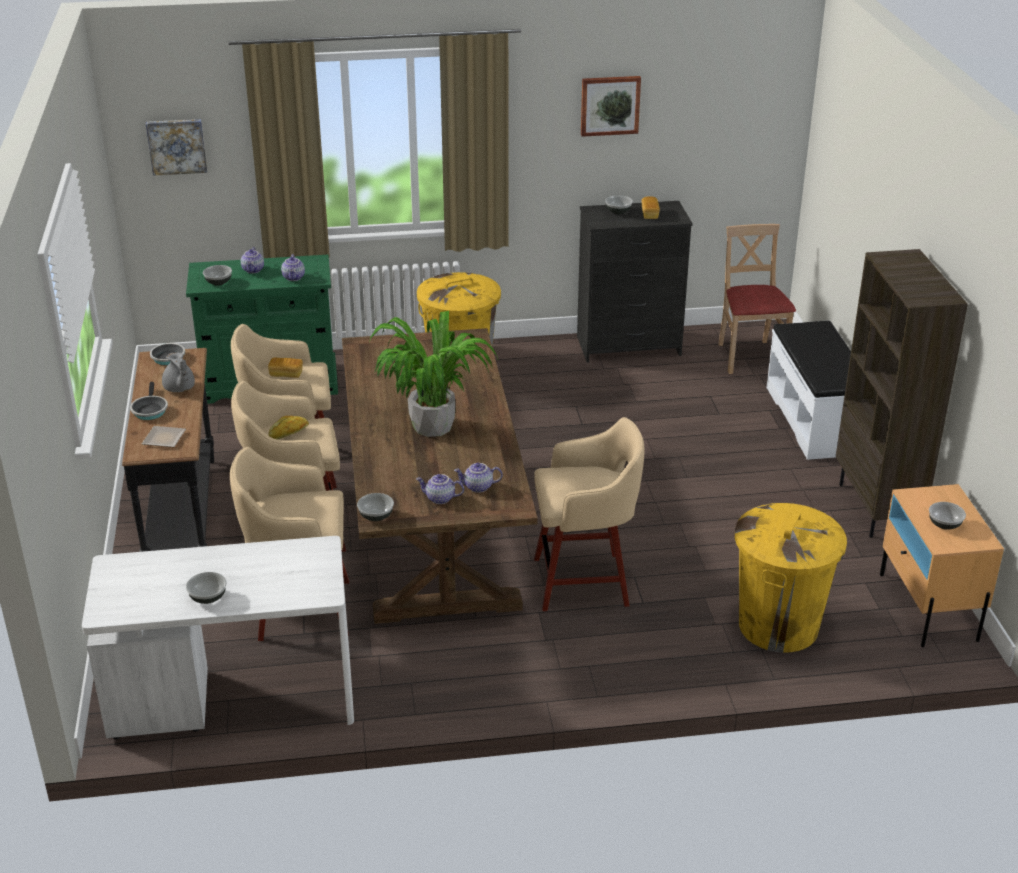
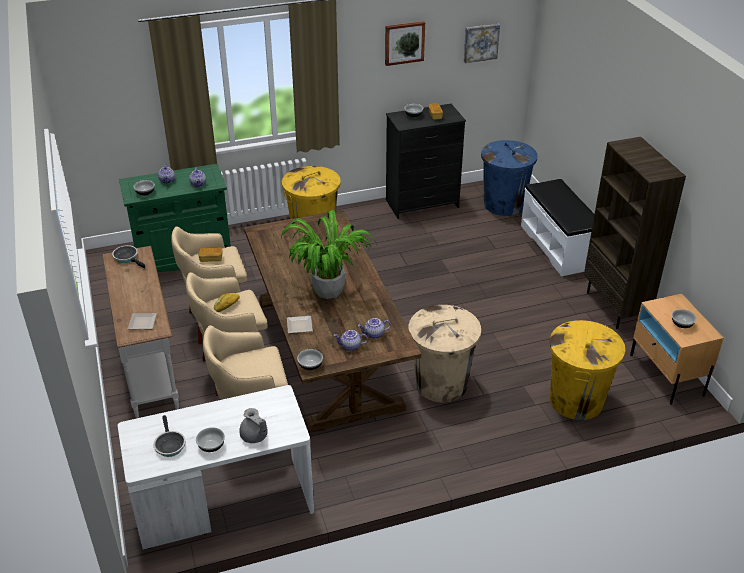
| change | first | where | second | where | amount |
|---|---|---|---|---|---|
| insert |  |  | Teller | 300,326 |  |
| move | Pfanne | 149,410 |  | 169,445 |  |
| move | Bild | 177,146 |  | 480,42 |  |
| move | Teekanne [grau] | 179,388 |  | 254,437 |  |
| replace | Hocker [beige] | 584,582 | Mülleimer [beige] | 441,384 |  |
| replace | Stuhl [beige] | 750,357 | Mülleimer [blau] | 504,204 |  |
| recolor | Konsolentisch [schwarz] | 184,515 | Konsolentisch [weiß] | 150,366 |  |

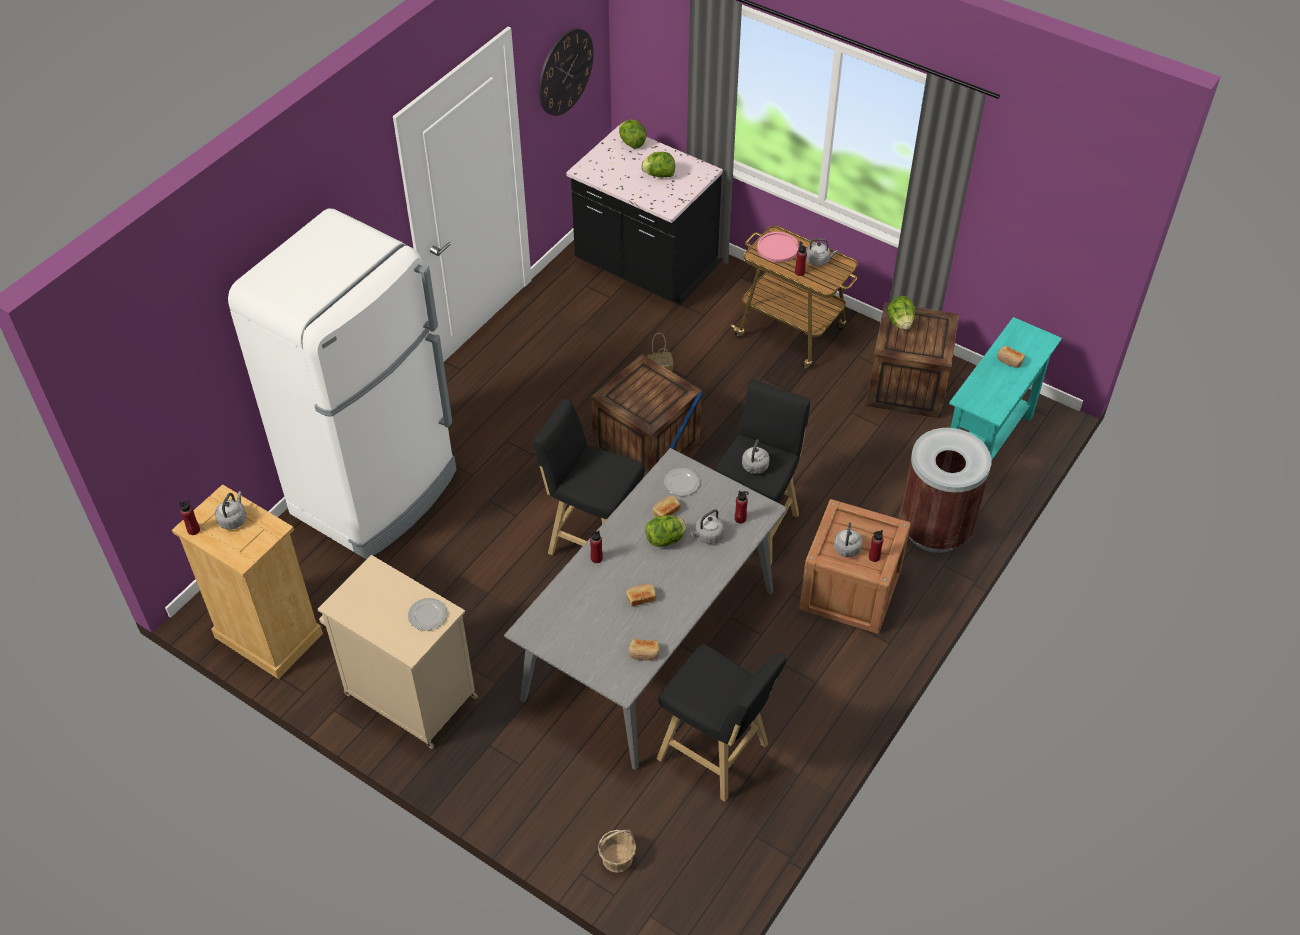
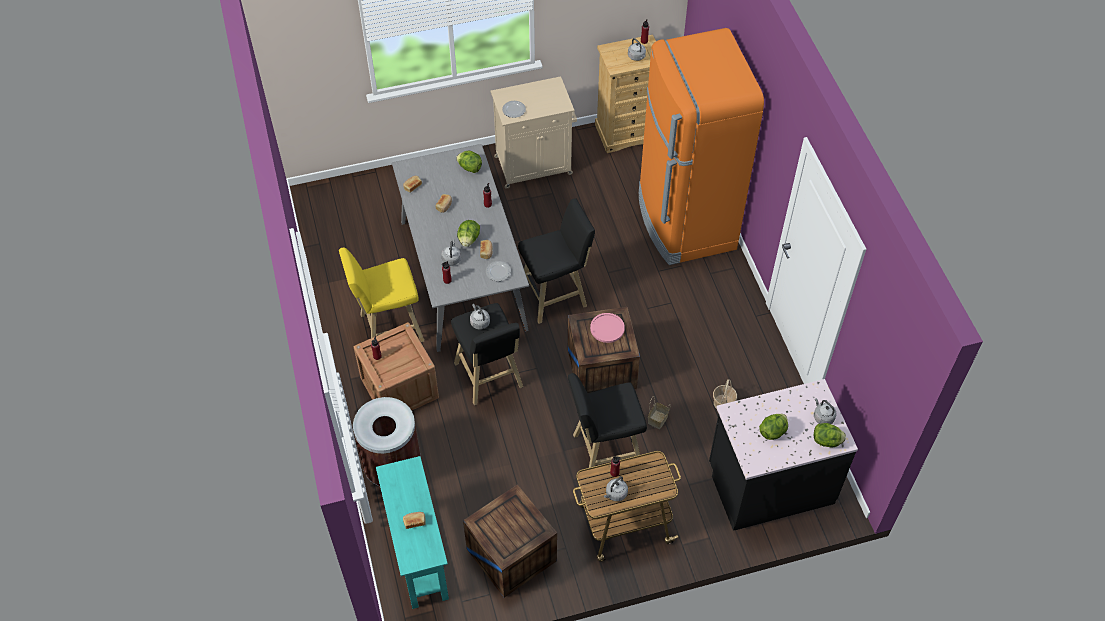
| change | first | where | second | where | amount |
|---|---|---|---|---|---|
| delete | Wanduhr | 565,72 |  |  |  |
| insert |  |  | Hocker [gelb] | 388,328 |  |
| move | Korb | 617,858 |  | 723,403 |  |
| move | Hocker [schwarz] | 717,755 |  | 603,452 |  |
| move | Teller [rosa] | 777,248 |  | 607,328 |  |
| move | Wasserkessel [grau] | 846,550 |  | 822,417 |  |
| move | Salatkopf | 900,322 |  | 469,167 |  |
| recolor | Kühlschrank [weiß] | 376,493 | Kühlschrank [orange] | 685,222 |  |

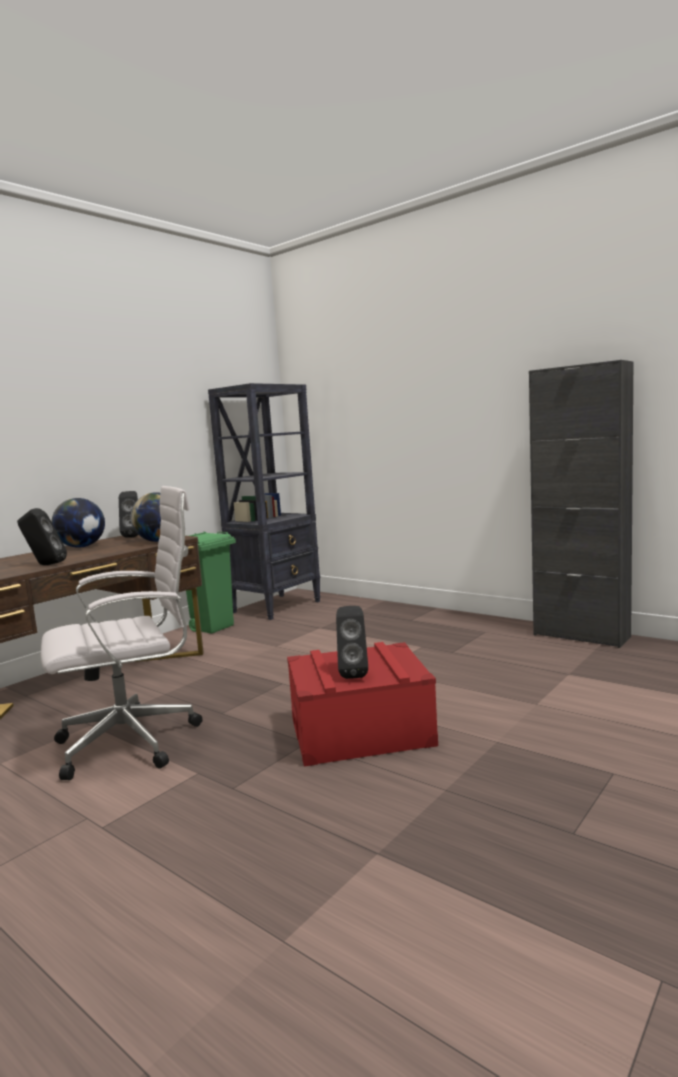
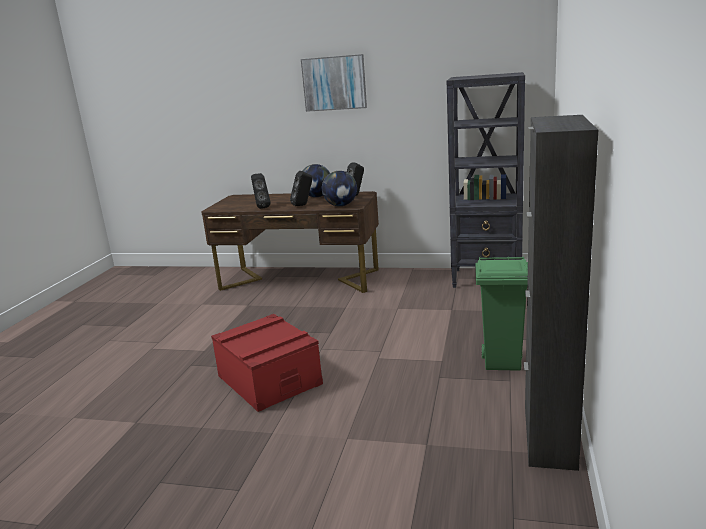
| change | first | where | second | where | amount |
|---|---|---|---|---|---|
| delete | Bürostuhl [weiß] | 135,741 |  |  |  |
| insert |  |  | Bild | 334,83 |  |
| move | Mülleimer [grün] | 213,627 |  | 503,363 |  |
| move | Lautsprecher [schwarz] | 353,673 |  | 303,205 |  |

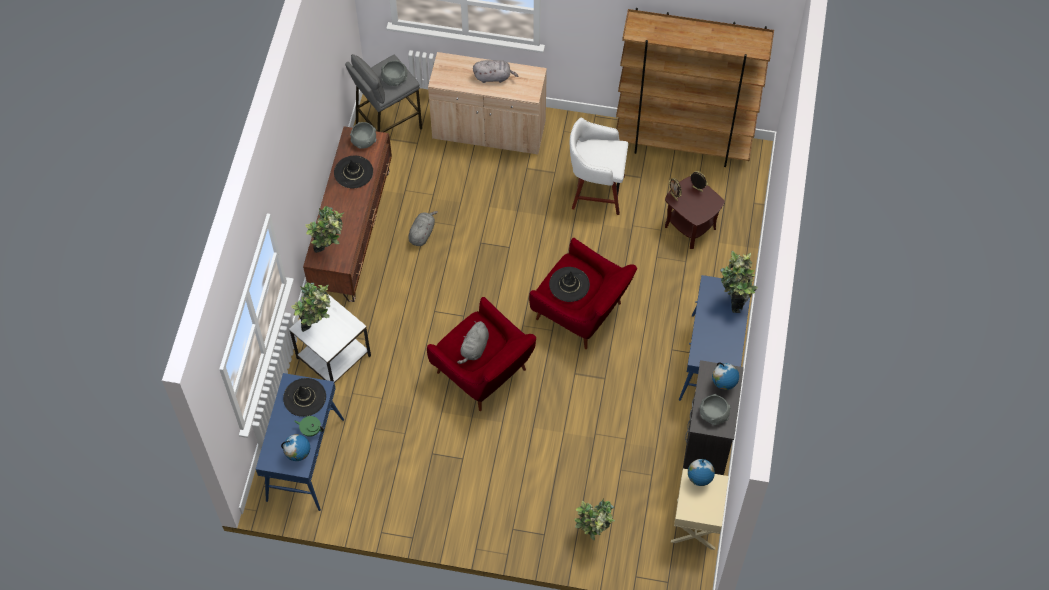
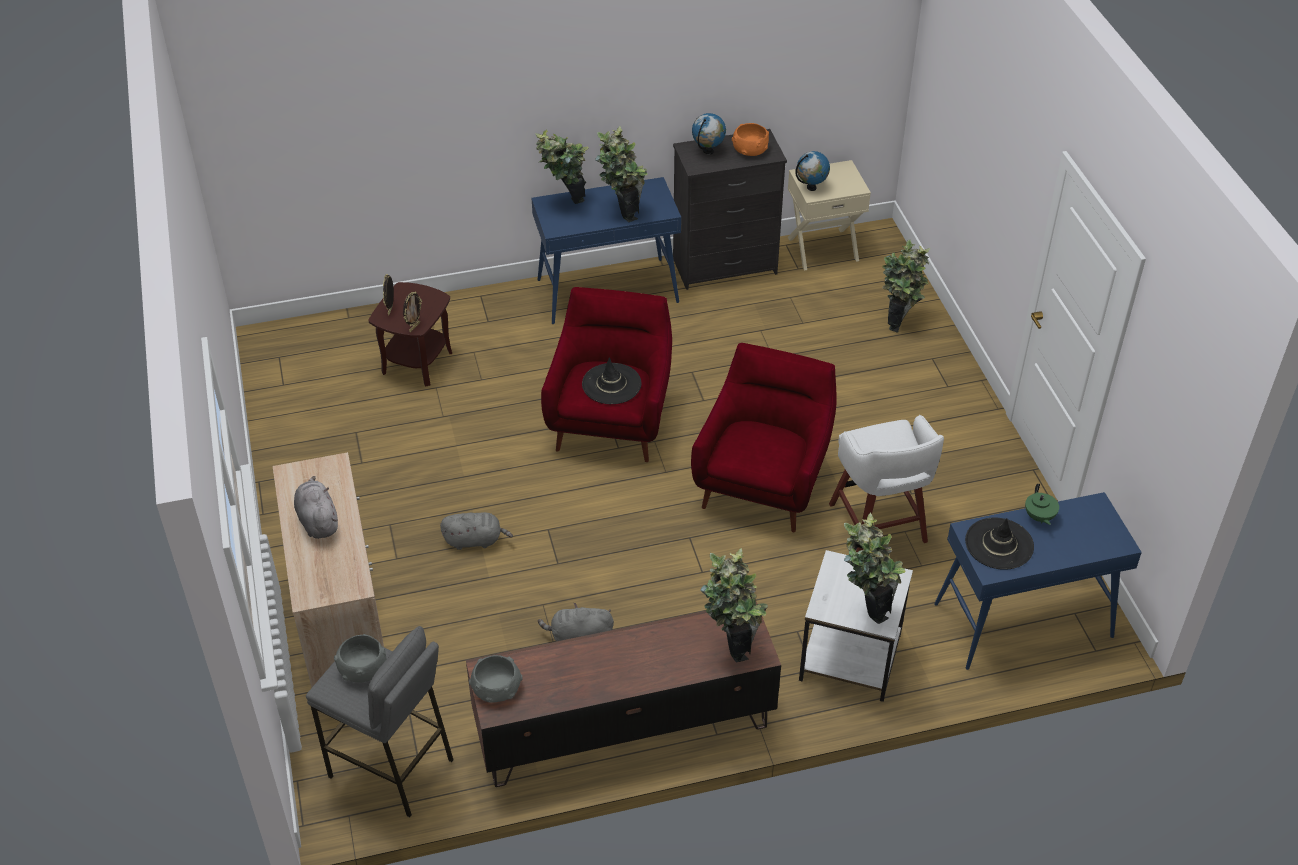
| change | first | where | second | where | amount |
|---|---|---|---|---|---|
| delete | Globus | 299,456 |  |  |  |
| delete | Hut [schwarz] | 353,172 |  |  |  |
| delete | Bücherregal [braun] | 683,145 |  |  |  |
| insert |  |  | Topfpflanze | 621,211 |  |
| move | Plüschtier [grau] | 474,349 |  | 475,540 |  |
| move | Hocker [weiß] | 596,192 |  | 878,525 |  |
| recolor | Schüssel [grau] | 714,413 | Schüssel [orange] | 749,149 |  |

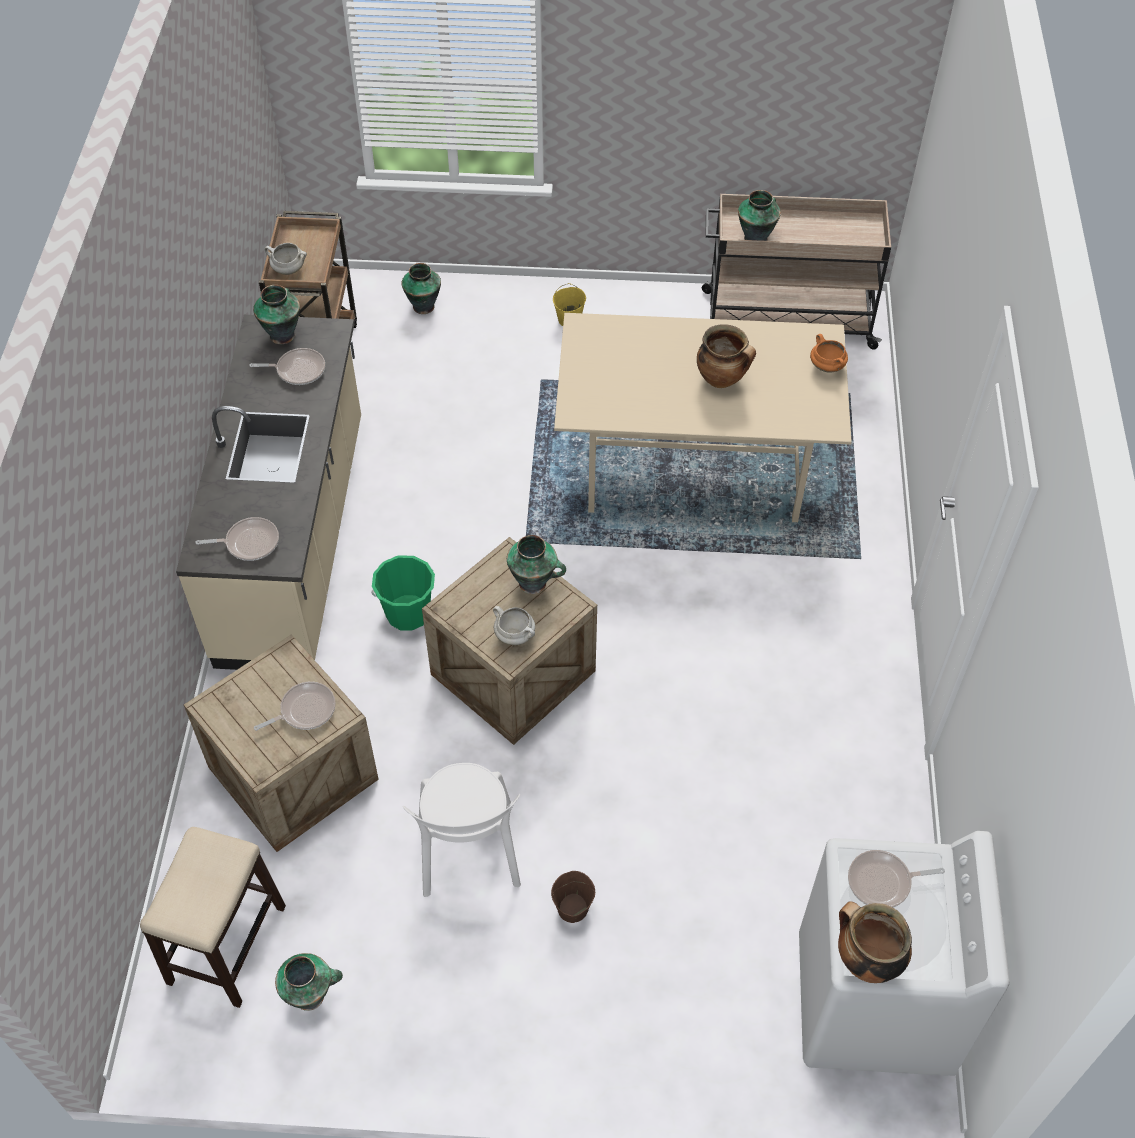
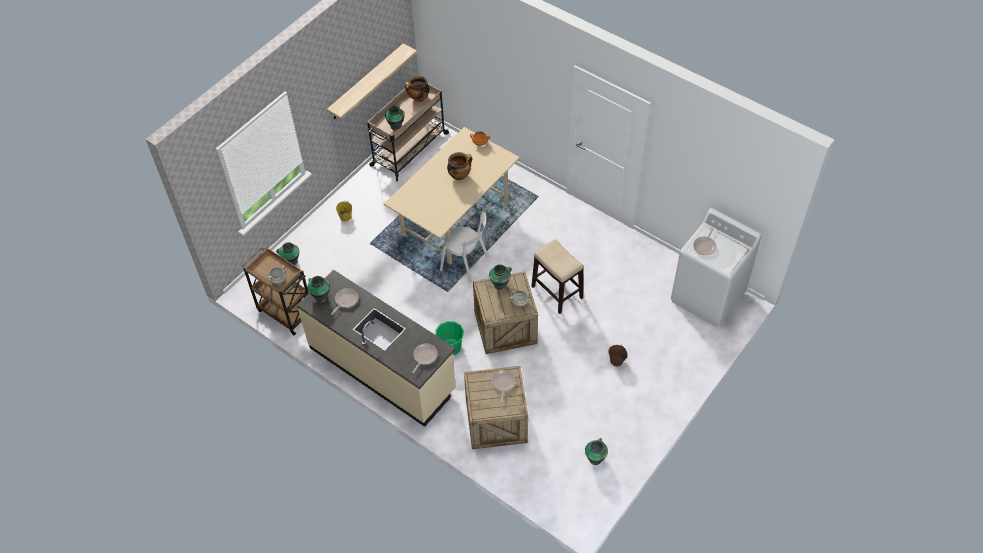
| change | first | where | second | where | amount |
|---|---|---|---|---|---|
| insert |  |  | Wandregal | 366,82 |  |
| move | Hocker | 226,945 |  | 557,292 |  |
| move | Stuhl [weiß] | 469,855 |  | 466,264 |  |
| move | Kochtopf | 866,960 |  | 418,98 |  |

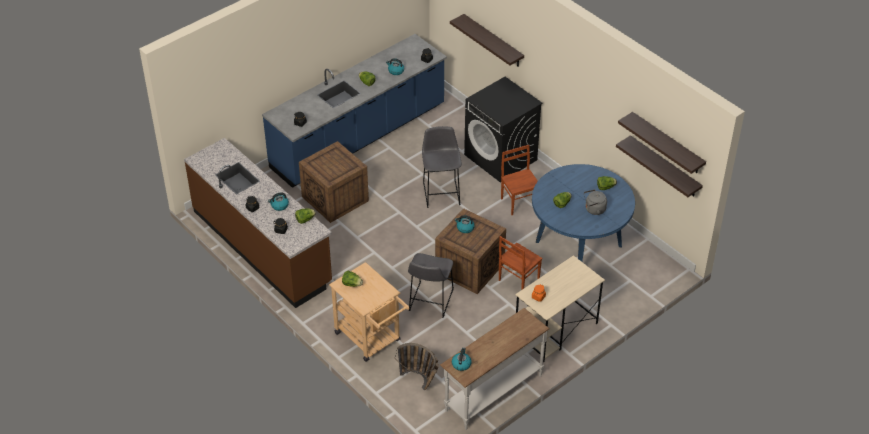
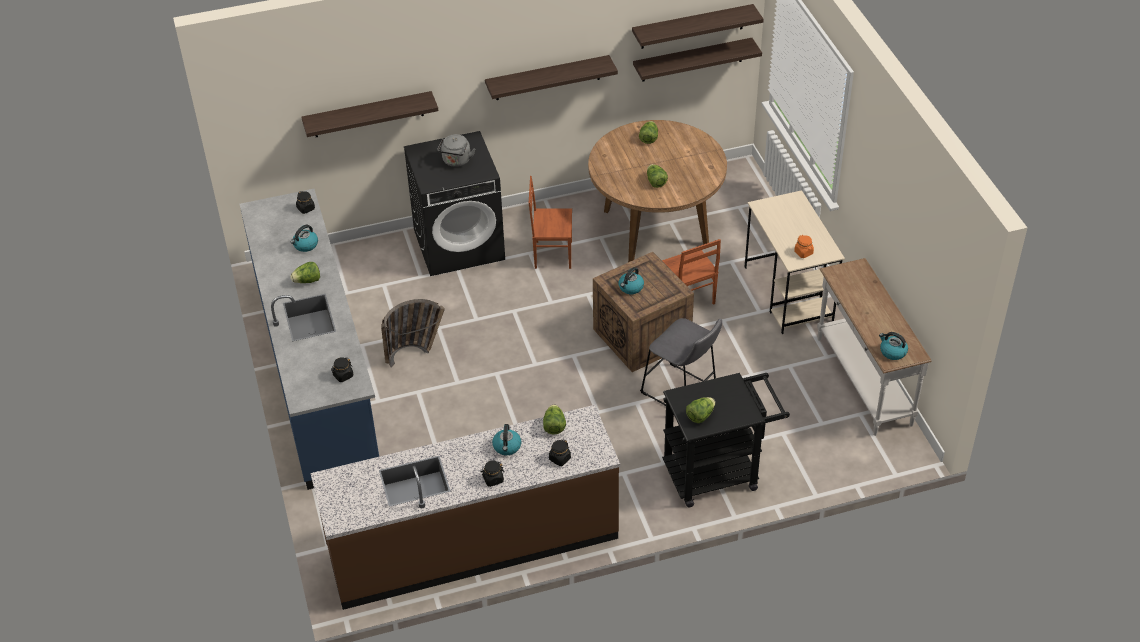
| change | first | where | second | where | amount |
|---|---|---|---|---|---|
| delete | Kiste | 336,199 |  |  |  |
| delete | Hocker [grau] | 441,191 |  |  |  |
| insert |  |  | Wandregal | 547,78 |  |
| move | Korb | 420,383 |  | 415,353 |  |
| move | Wasserkessel [grau] | 594,210 |  | 456,161 |  |
| recolor | Rollwagen [beige] | 371,339 | Rollwagen [schwarz] | 719,472 |  |
| recolor | Esstisch [blau] | 578,244 | Esstisch [braun] | 655,227 |  |

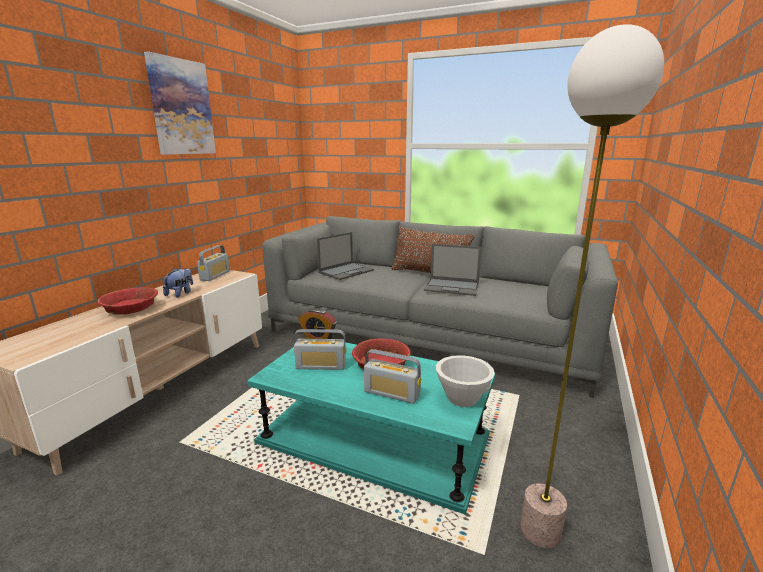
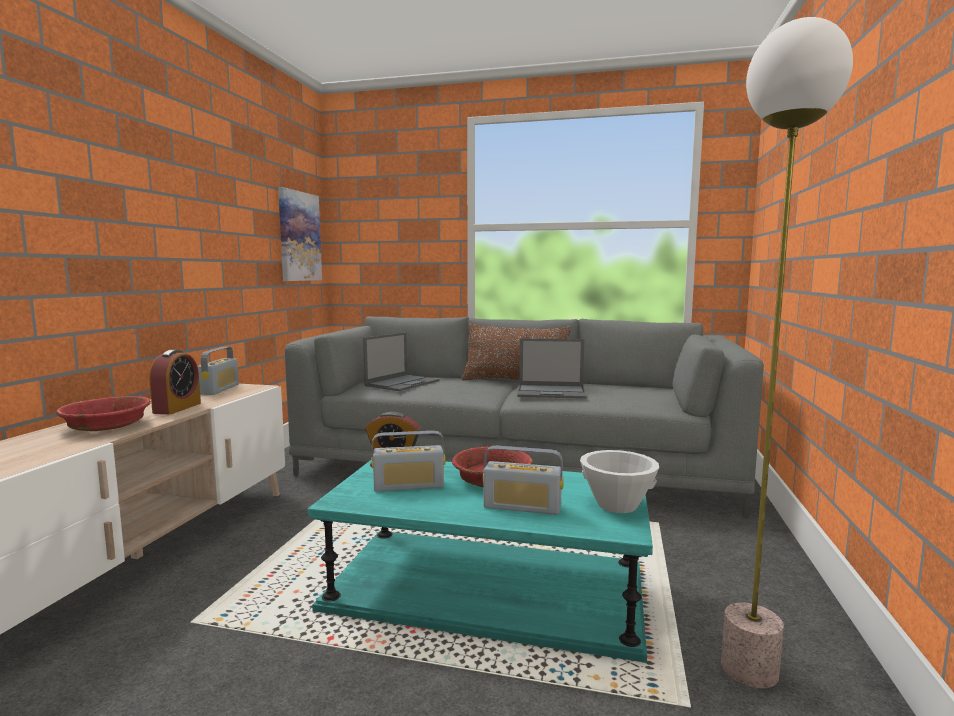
| change | first | where | second | where | amount |
|---|---|---|---|---|---|
| move | Bild | 181,107 |  | 299,236 |  |
| replace | Plüschtier | 180,293 | Wecker | 177,408 |  |

